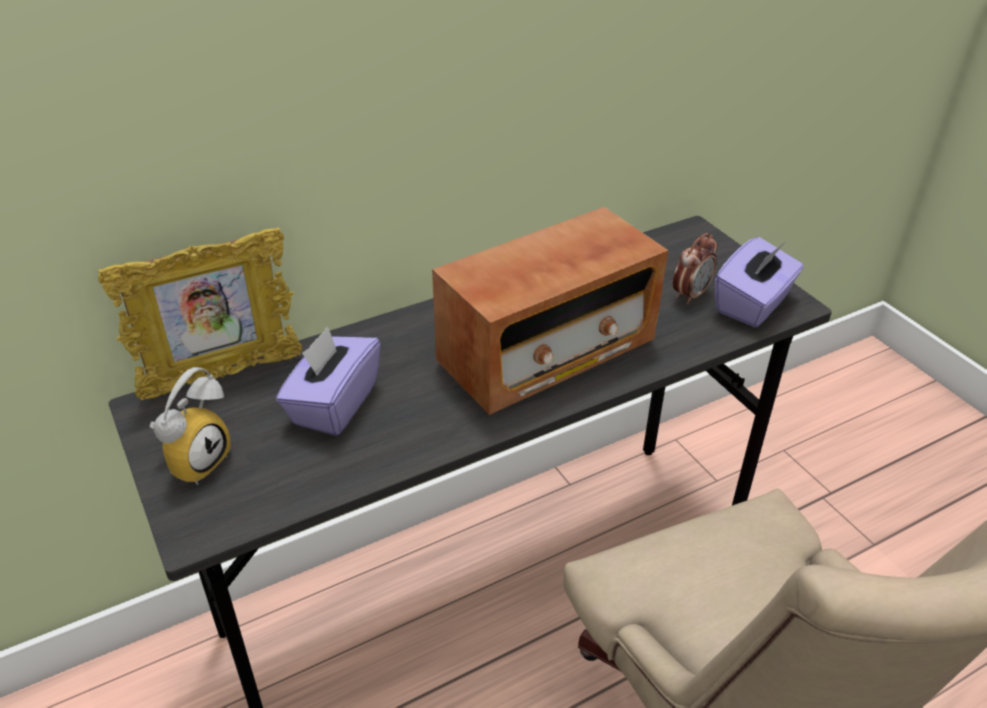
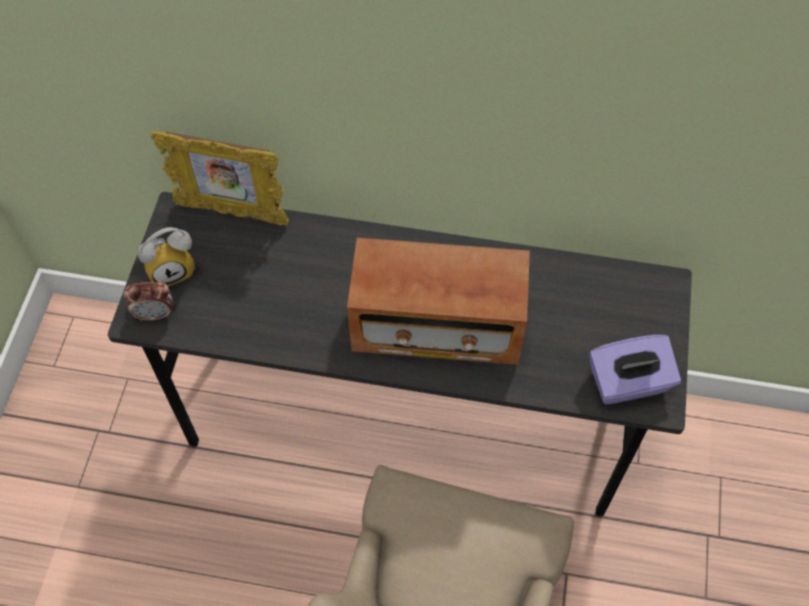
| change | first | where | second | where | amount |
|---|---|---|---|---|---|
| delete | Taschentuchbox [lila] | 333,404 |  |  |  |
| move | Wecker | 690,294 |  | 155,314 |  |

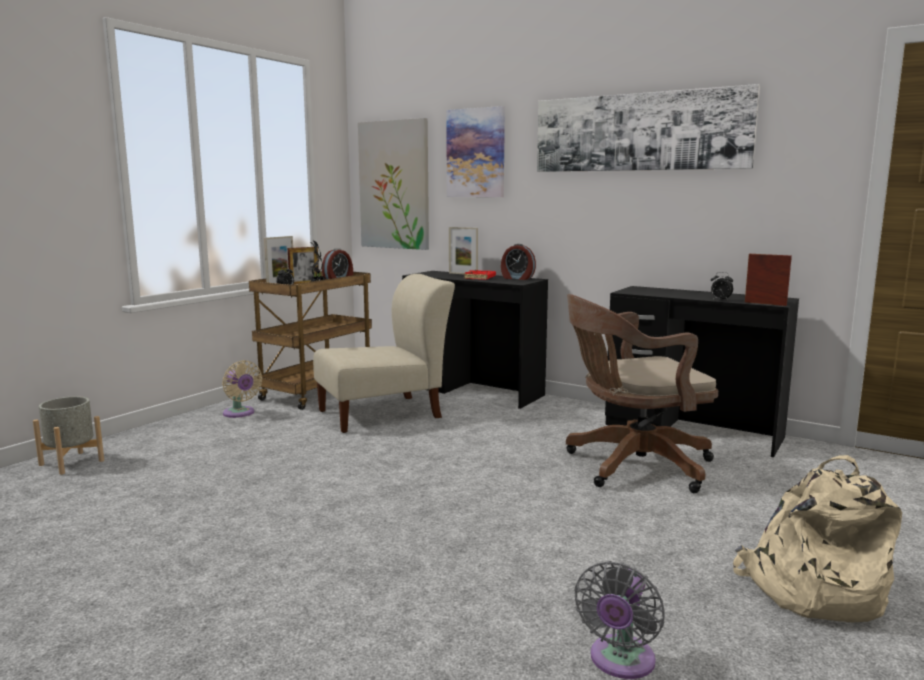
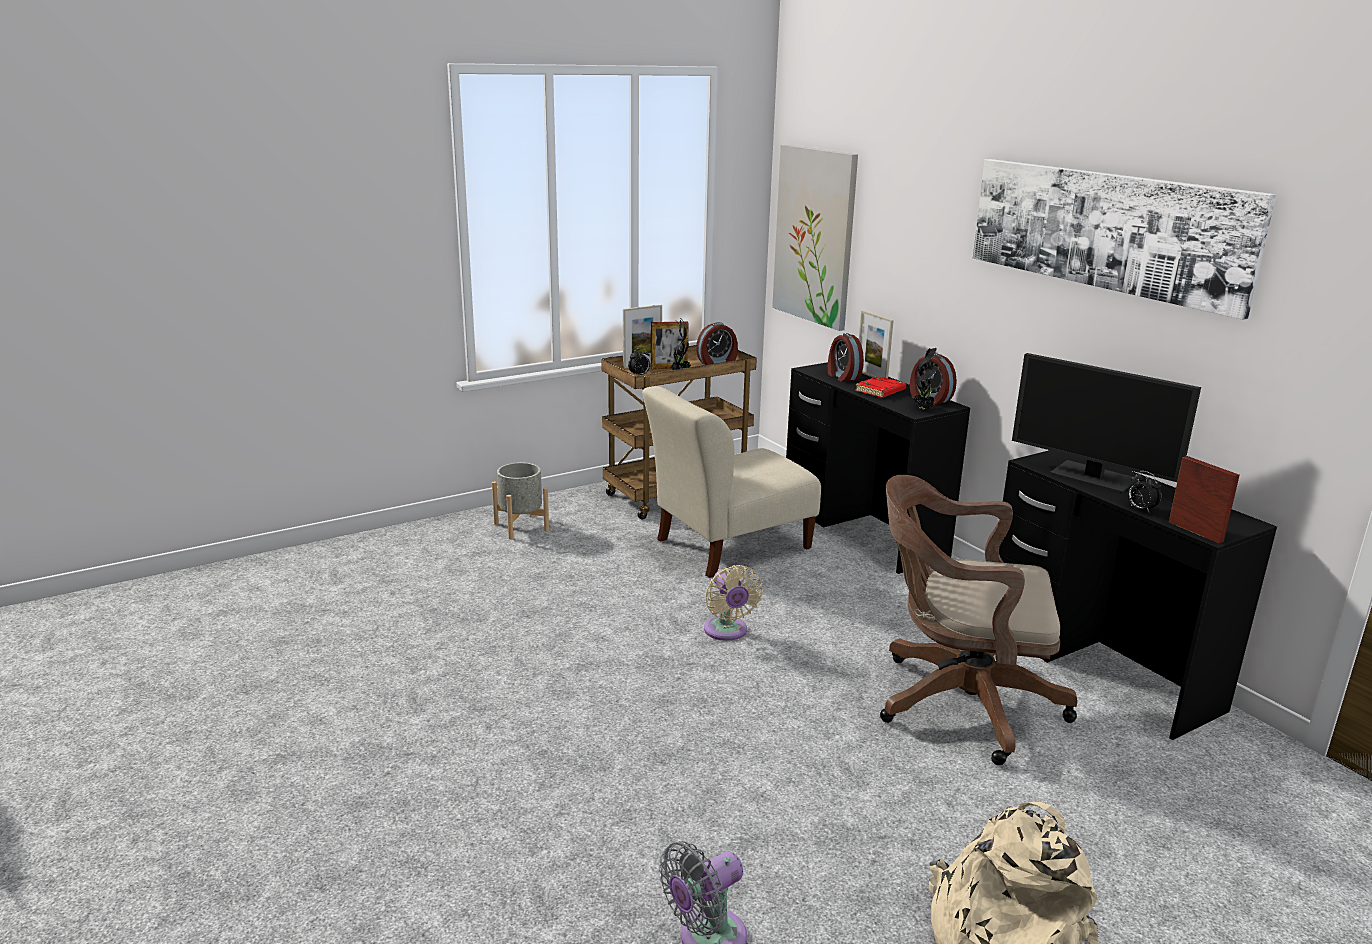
| change | first | where | second | where | amount |
|---|---|---|---|---|---|
| delete | Bild | 476,153 |  |  |  |
| insert |  |  | Wecker | 842,377 |  |
| insert |  |  | Topfpflanze | 923,409 |  |
| insert |  |  | Monitor | 1094,477 |  |
| move | Pflanzkübel [grau] | 72,463 |  | 521,527 |  |
| move | Ventilator [beige] | 240,413 |  | 727,632 |  |
| rotate | Stuhl [beige] | 385,413 |  | 728,546 | 150 degrees clockwise |

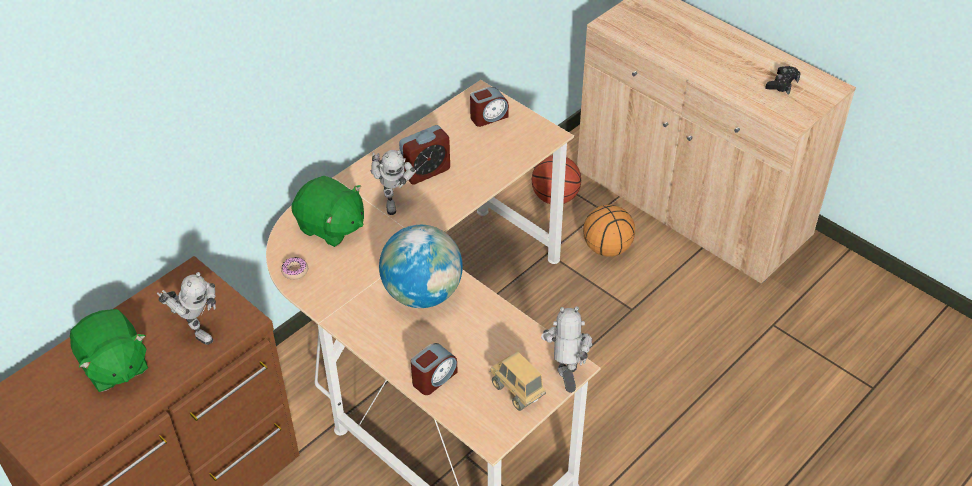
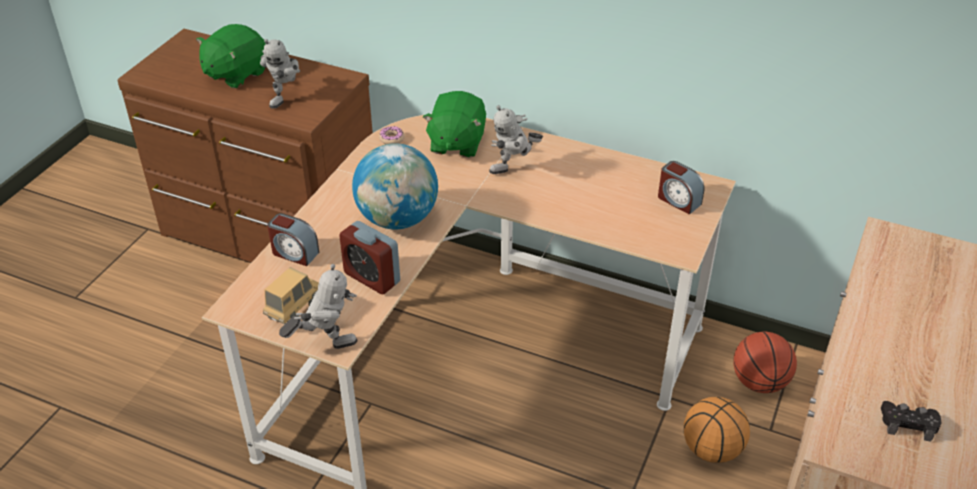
| change | first | where | second | where | amount |
|---|---|---|---|---|---|
| move | Wecker | 426,171 |  | 372,278 |  |

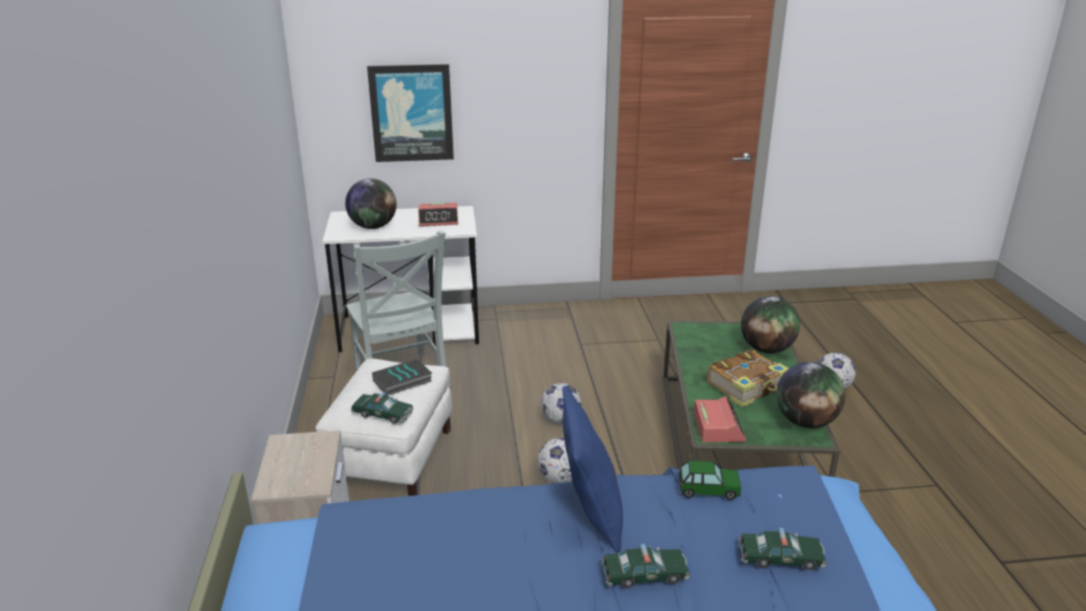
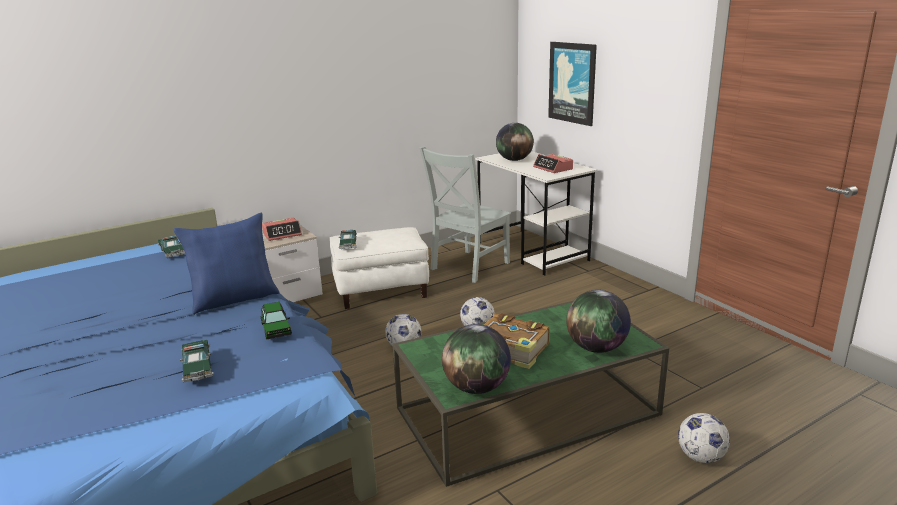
| change | first | where | second | where | amount |
|---|---|---|---|---|---|
| delete | Buch | 402,382 |  |  |  |
| move | Spielzeugauto | 645,575 |  | 172,252 |  |
| move | Wecker | 718,427 |  | 282,234 |  |

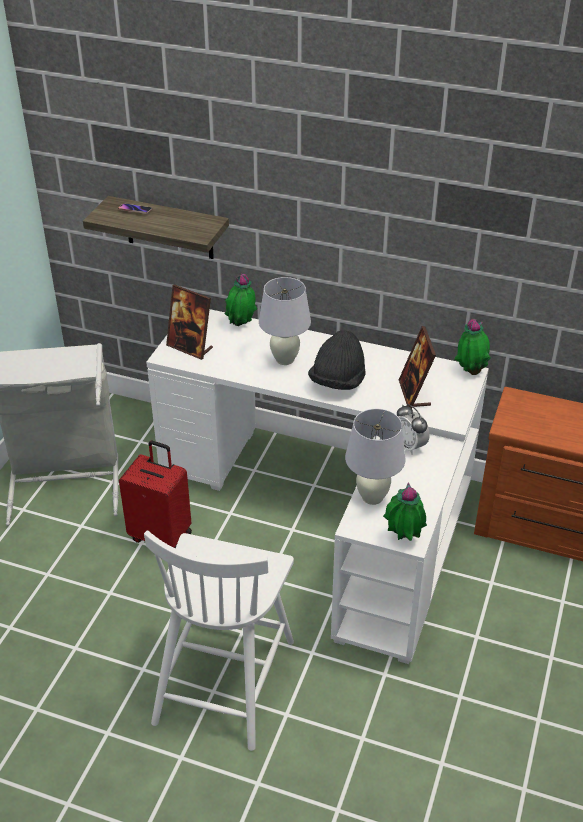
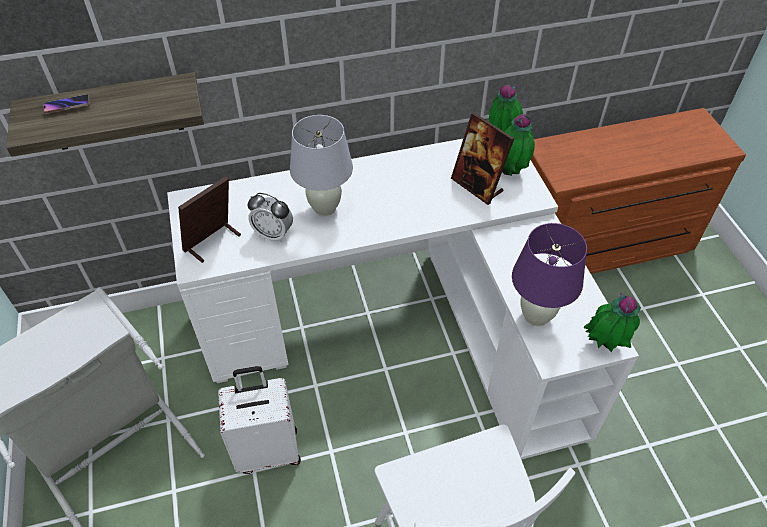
| change | first | where | second | where | amount |
|---|---|---|---|---|---|
| delete | Hut [schwarz] | 337,382 |  |  |  |
| move | Topfpflanze | 241,326 |  | 511,172 |  |
| move | Wecker | 409,446 |  | 273,234 |  |
| recolor | Koffer [rot] | 161,535 | Koffer [weiß] | 268,450 |  |
| recolor | Tischlampe [weiß] | 372,497 | Tischlampe [lila] | 536,316 |  |
| rotate | Bilderrahmen | 190,347 |  | 212,242 | 135 degrees clockwise |

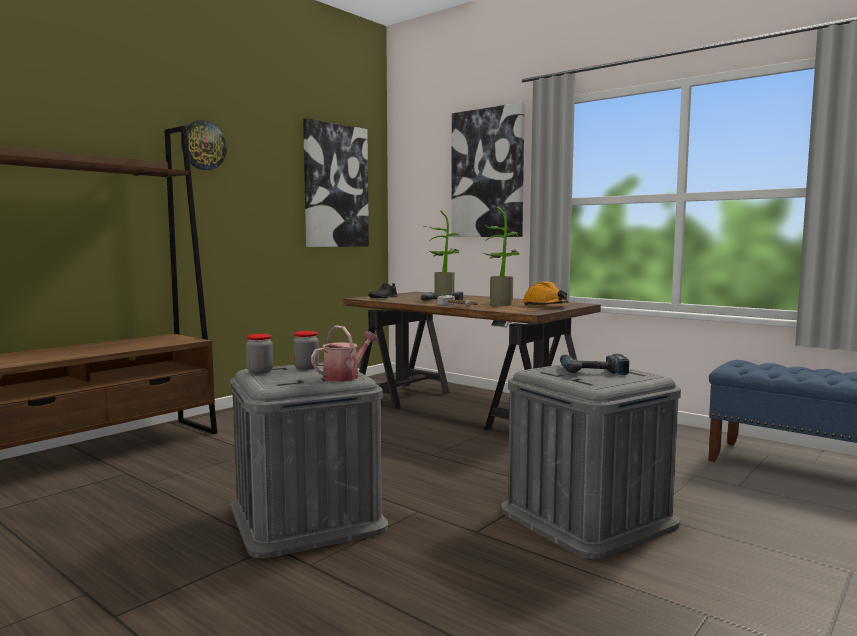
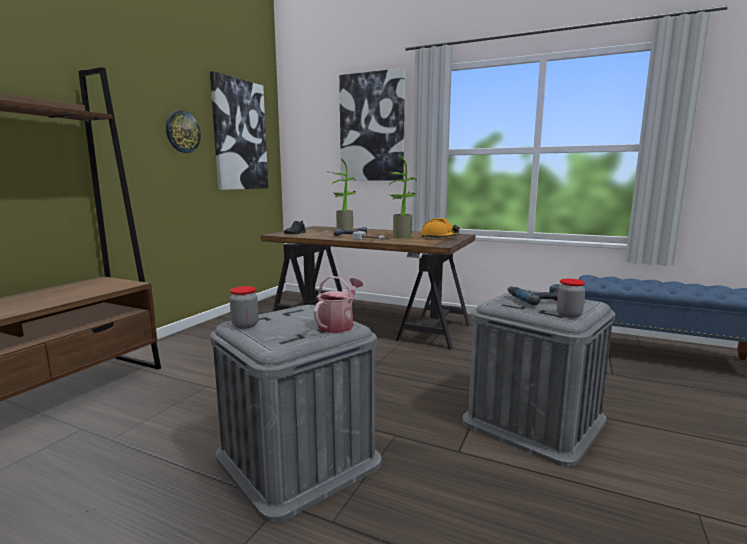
| change | first | where | second | where | amount |
|---|---|---|---|---|---|
| move | Wanduhr | 203,145 |  | 182,132 |  |
| move | Vorratsglas | 306,367 |  | 569,315 |  |

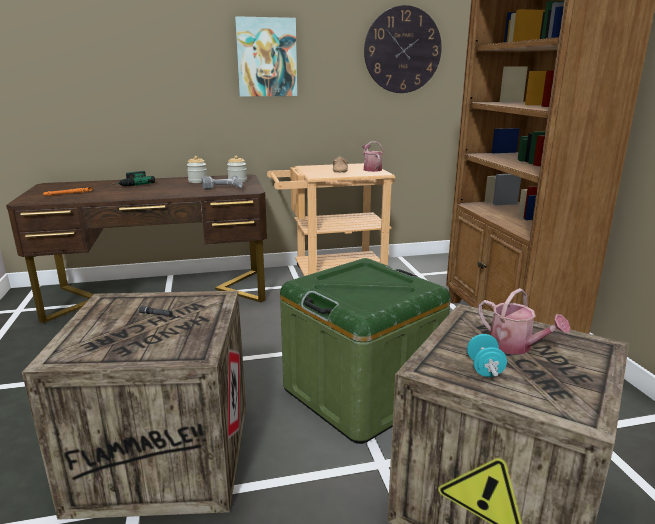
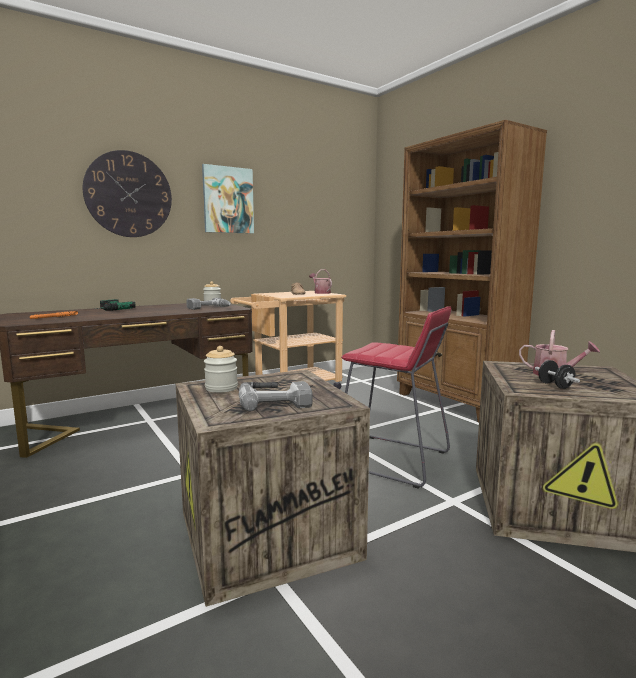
| change | first | where | second | where | amount |
|---|---|---|---|---|---|
| insert |  |  | Bohrmaschine | 273,401 |  |
| move | Vorratsglas | 198,181 |  | 221,388 |  |
| move | Wanduhr | 402,50 |  | 128,194 |  |
| replace | Aufbewahrungsbox [grün] | 361,392 | Hocker [rot] | 392,460 |  |
| recolor | Hantel [türkis] | 484,369 | Hantel [schwarz] | 555,386 |  |

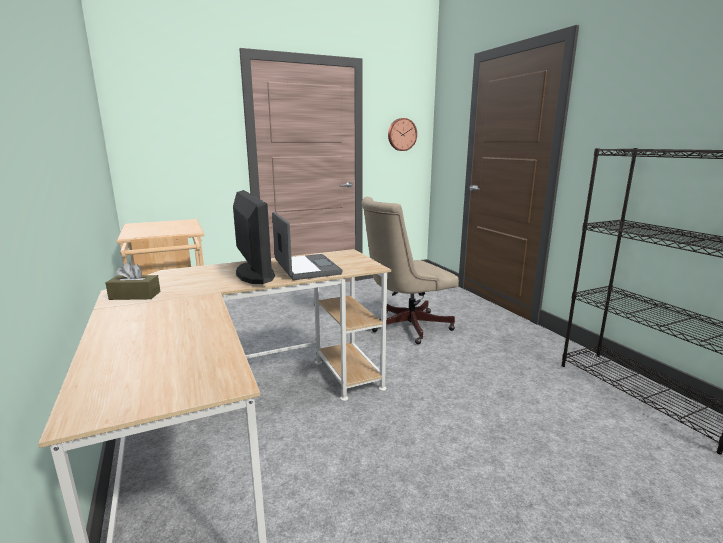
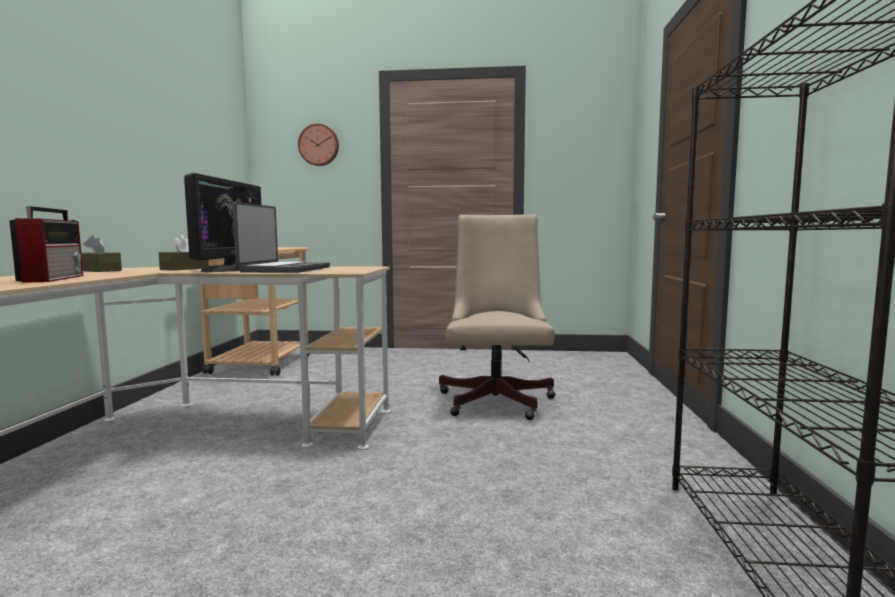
| change | first | where | second | where | amount |
|---|---|---|---|---|---|
| insert |  |  | Radio | 54,278 |  |
| insert |  |  | Taschentuchbox [braun] | 184,269 |  |
| move | Wanduhr | 401,134 |  | 319,145 |  |
| rotate | Bürostuhl [beige] | 405,326 |  | 497,398 | 90 degrees clockwise |

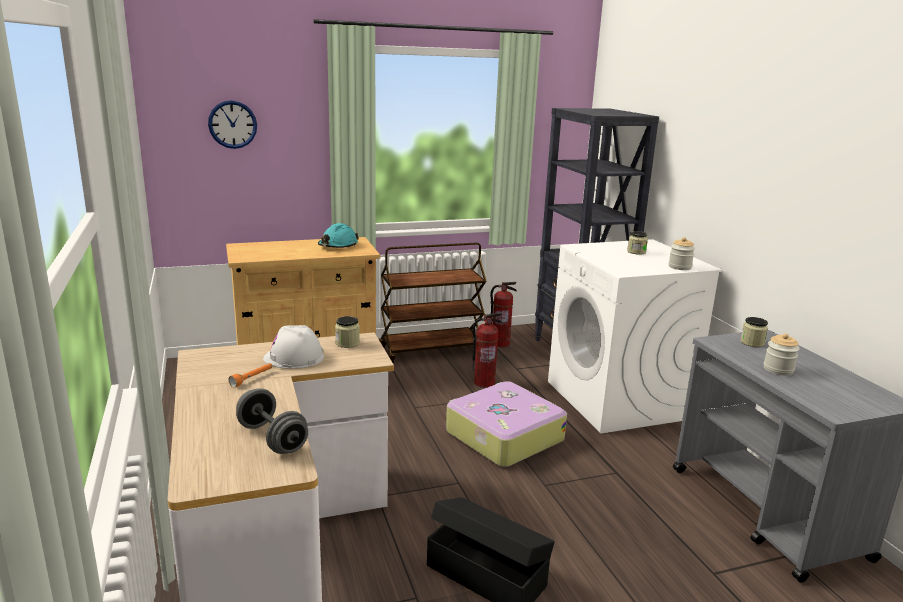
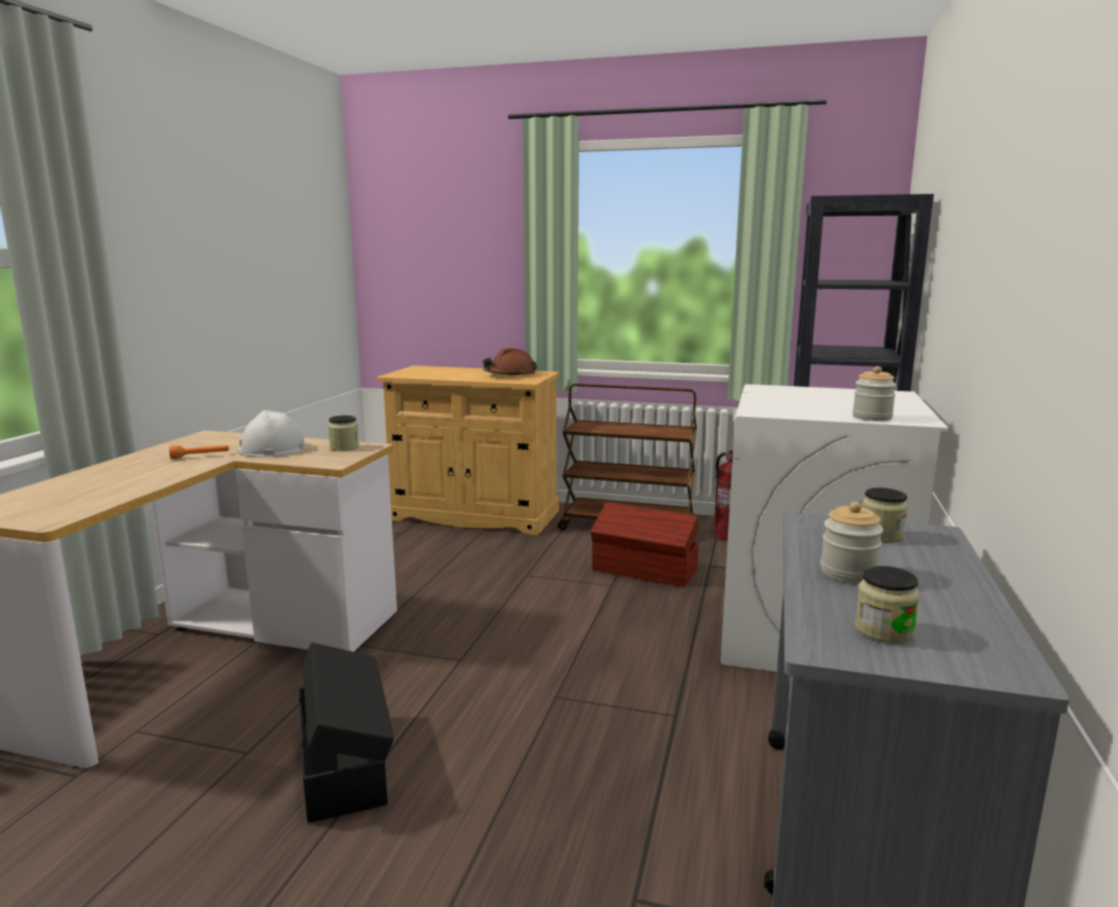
| change | first | where | second | where | amount |
|---|---|---|---|---|---|
| delete | Wanduhr | 232,124 |  |  |  |
| delete | Hantel [grau] | 272,438 |  |  |  |
| delete | Koffer | 503,436 |  |  |  |
| move | Vorratsglas | 636,252 |  | 884,630 |  |
| replace | Feuerlöscher | 484,383 | Aufbewahrungsbox [braun] | 645,571 |  |
| recolor | Schutzhelm [türkis] | 338,246 | Schutzhelm [braun] | 510,375 |  |

